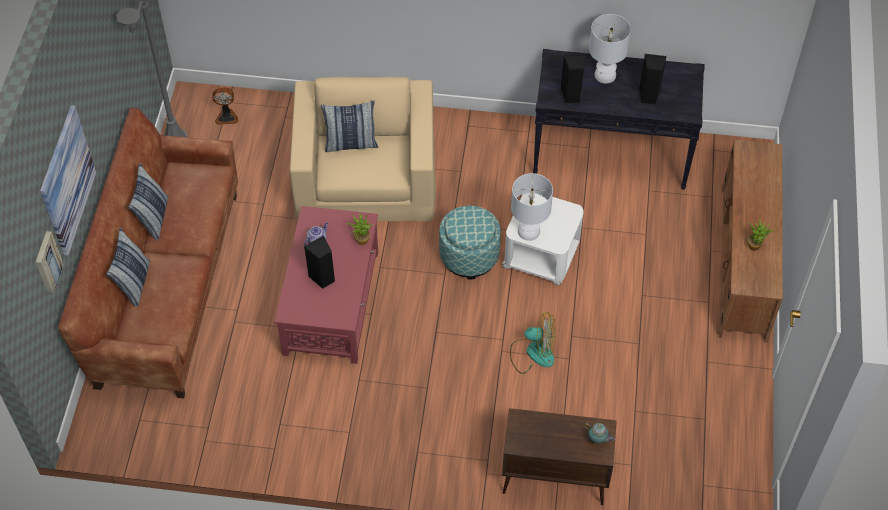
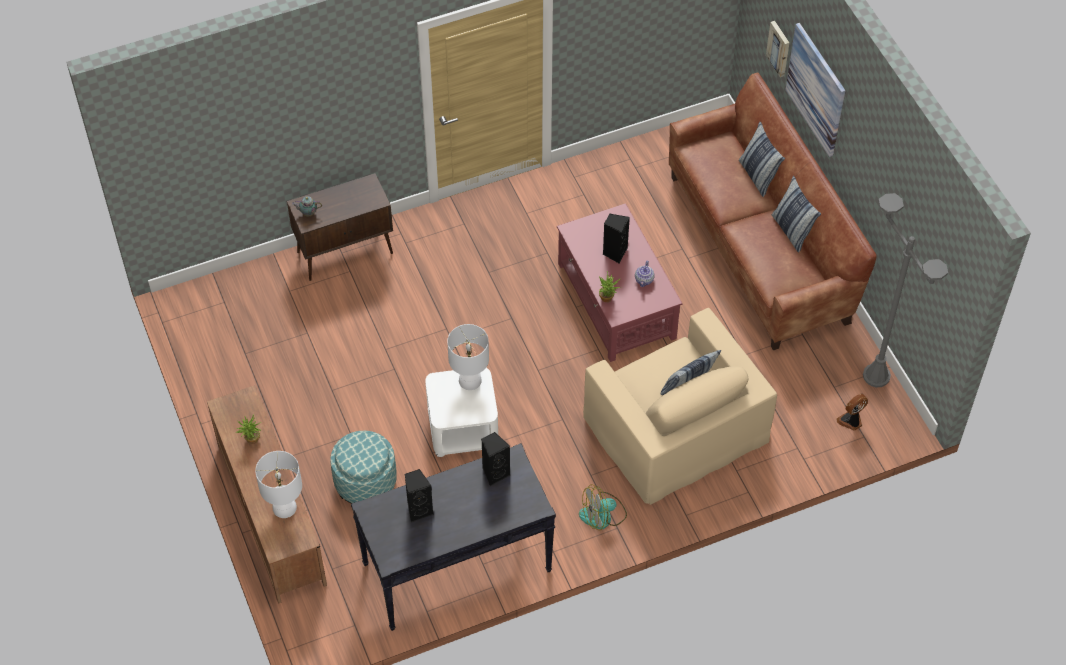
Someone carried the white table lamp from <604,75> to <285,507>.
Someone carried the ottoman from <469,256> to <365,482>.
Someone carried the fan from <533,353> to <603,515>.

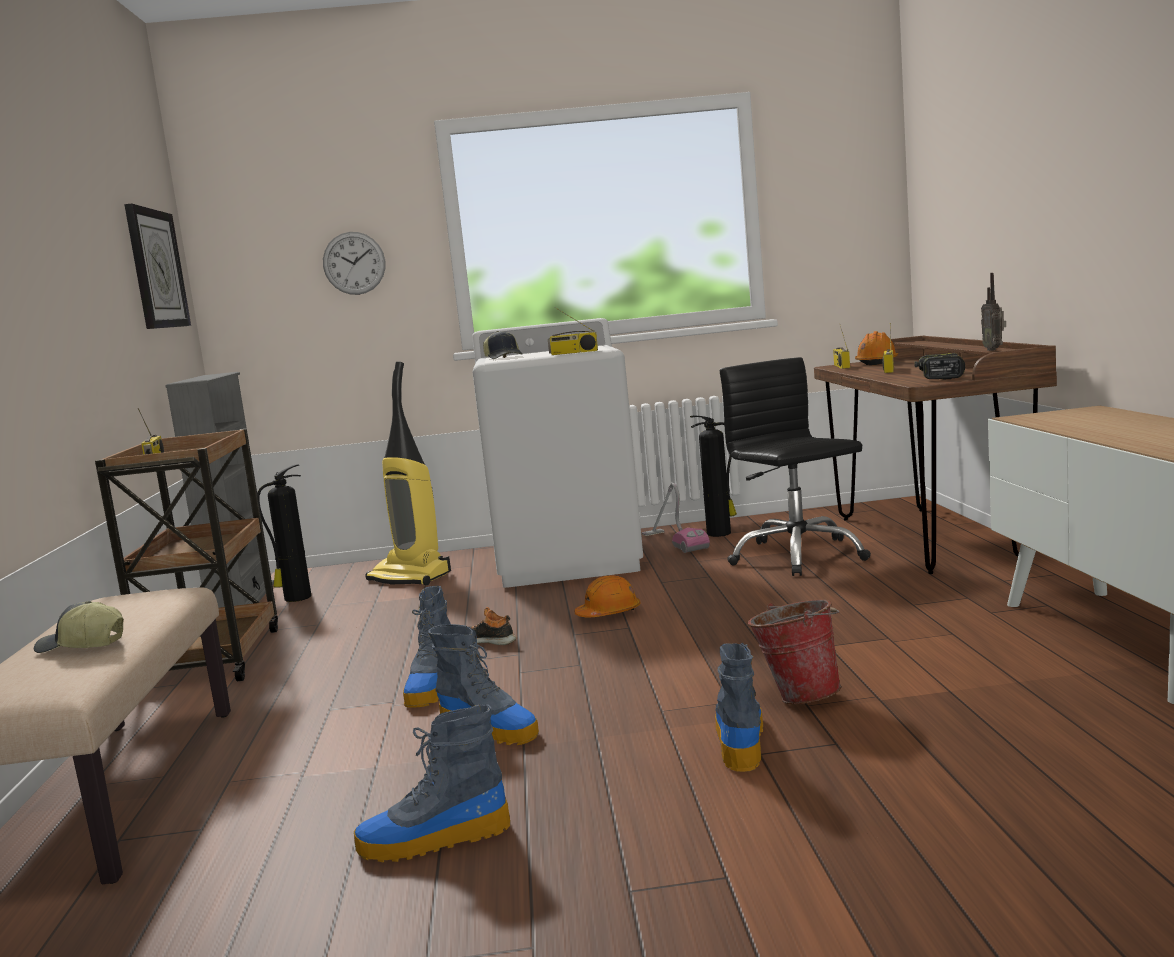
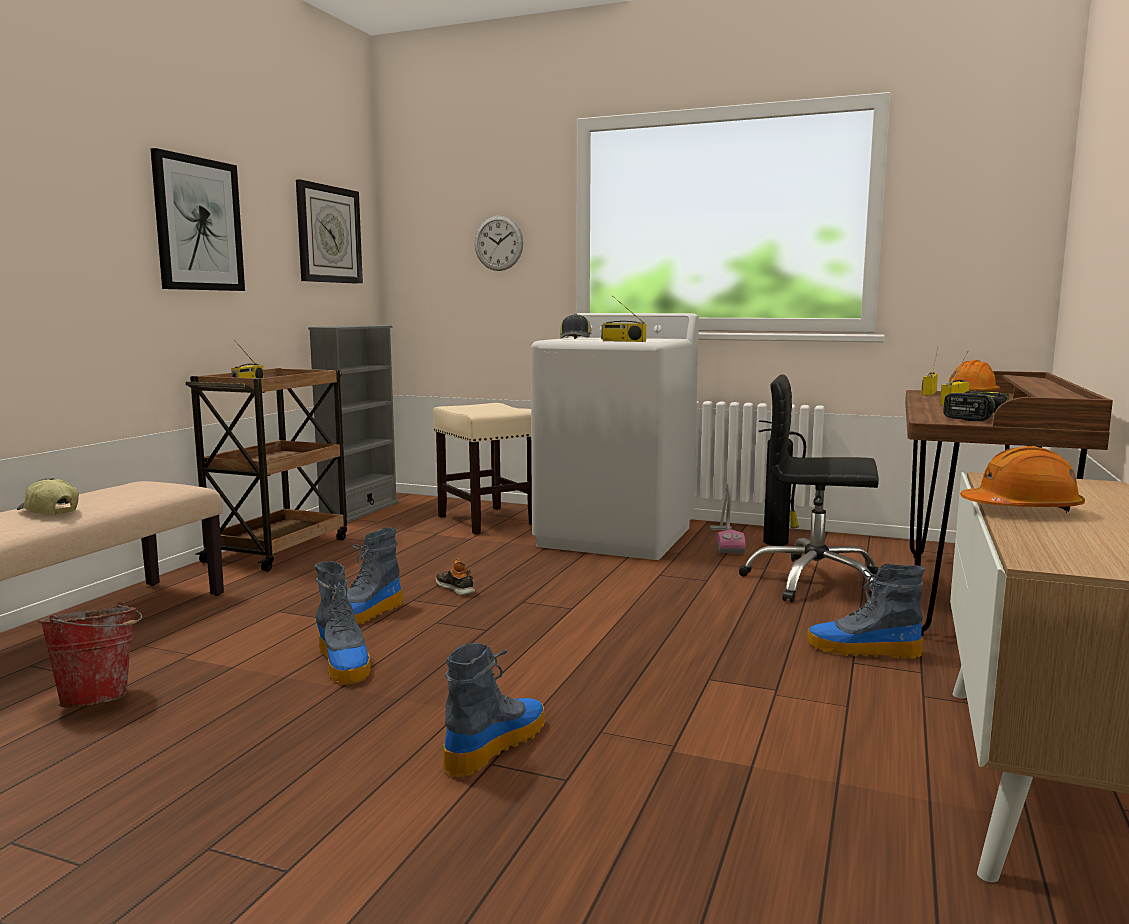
Someone took away the radio at <994,349>.
Someone rotated the black office chair at <797,556> by 75 degrees counterclockwise.
Someone swapped the vacuum cleaner at <411,577> for the beige stool at <487,520>.
Someone took away the fire extinguisher at <296,598>.
Someone carried the orange hard hat from <609,613> to <1021,509>.
Someone carried the bucket from <799,695> to <100,698>.
Someone carried the boot from <433,840> to <862,650>.
Someone put up the picture at <198,224>.

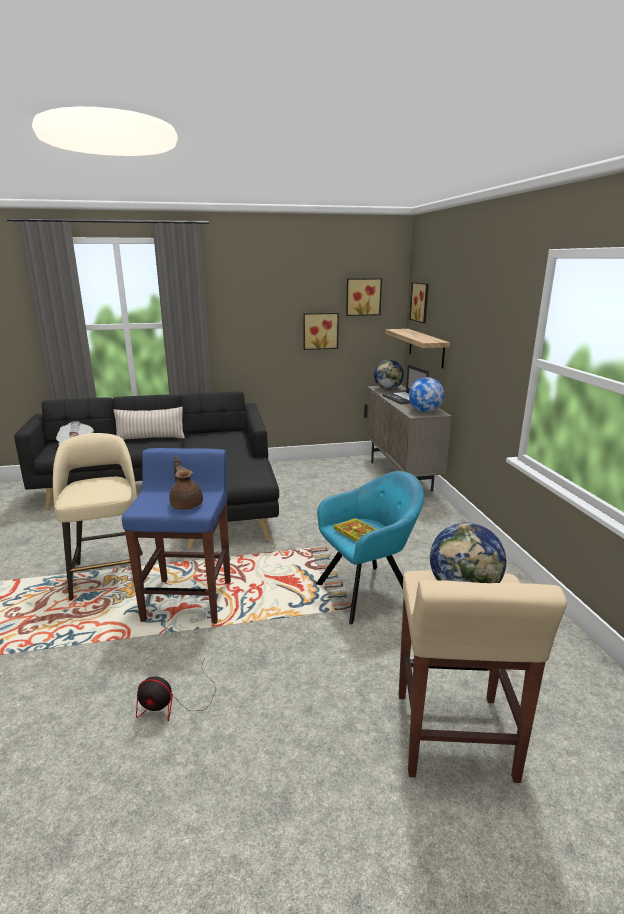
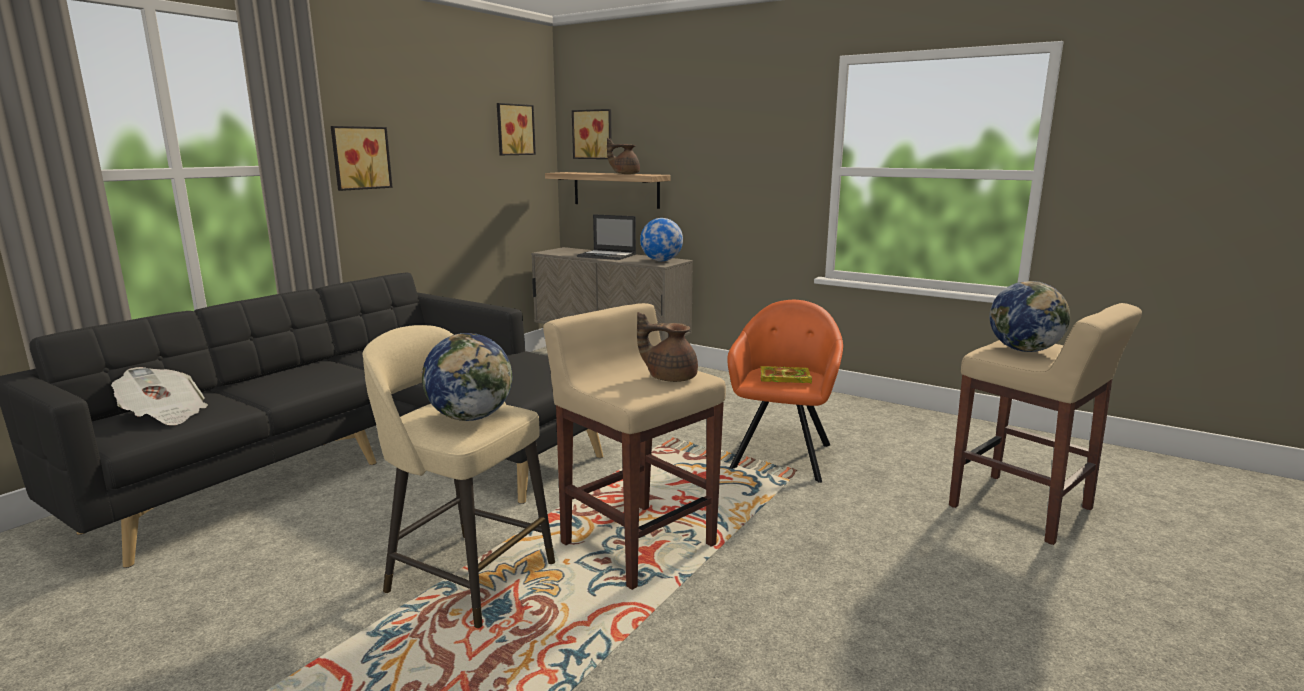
Someone carried the picture from <320,331> to <360,158>.
Someone carried the globe from <388,389> to <471,417>.
Someone took away the beige pillow at <151,438>.
Someone repainted the blue stool at <189,599>, which became the beige stool at <636,543>.
Someone repainted the turquoise armchair at <368,591>, which became the orange armchair at <782,454>.
Someone took away the fan at <174,703>.
Someone put down the brown teapot at <625,174>.

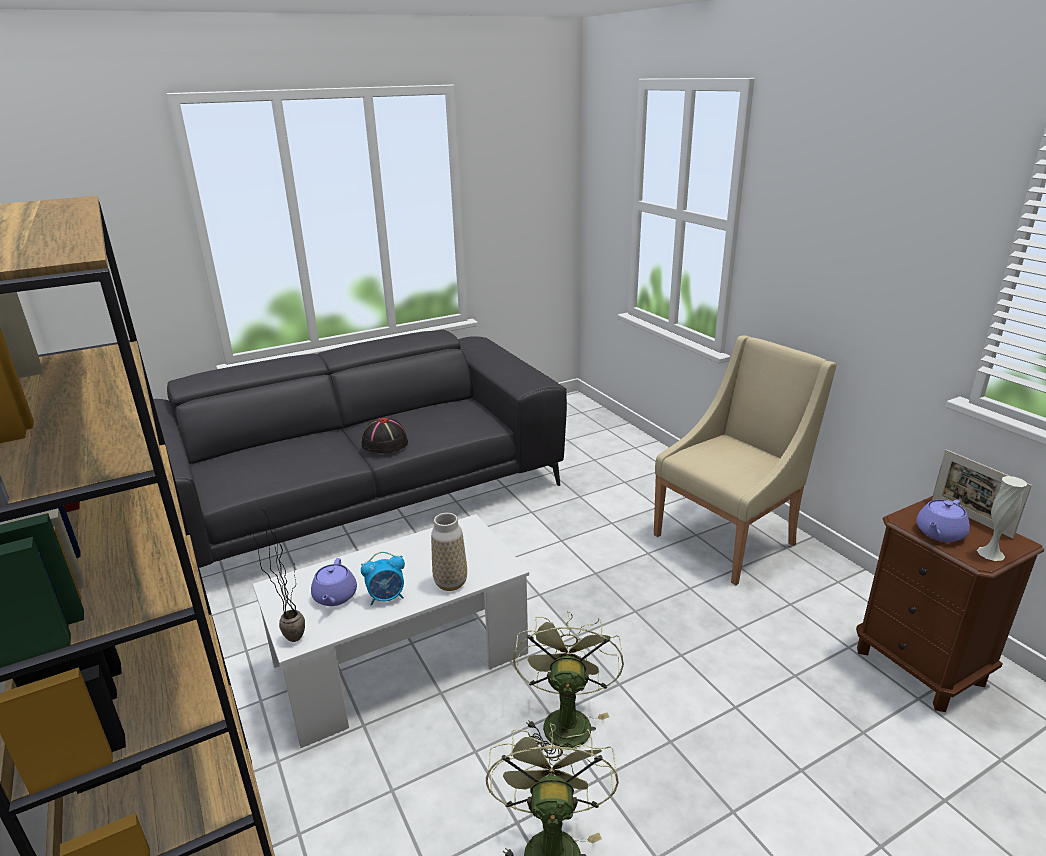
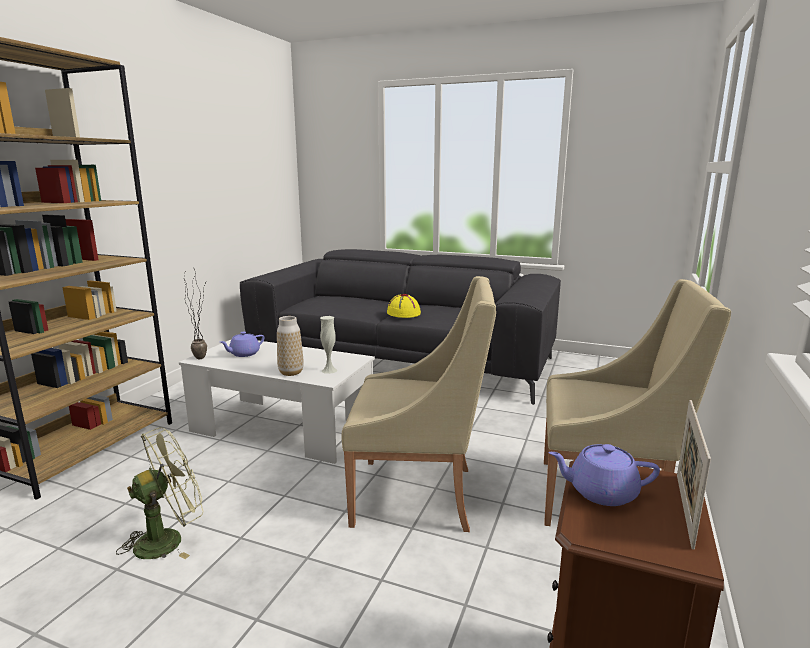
Someone repainted the black hat at <384,443>, which became the yellow hat at <403,313>.
Someone carried the white vase from <990,553> to <329,370>.
Someone took away the alarm clock at <387,597>.
Someone took away the green fan at <565,719>.
Someone put down the beige armchair at <419,494>.

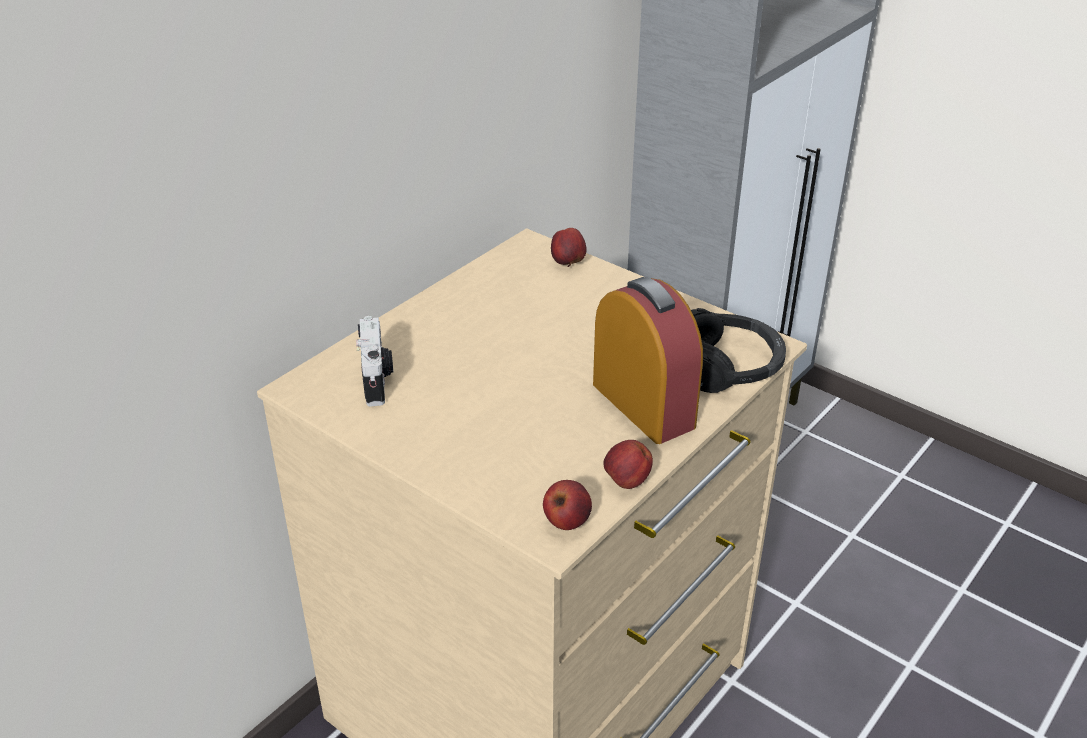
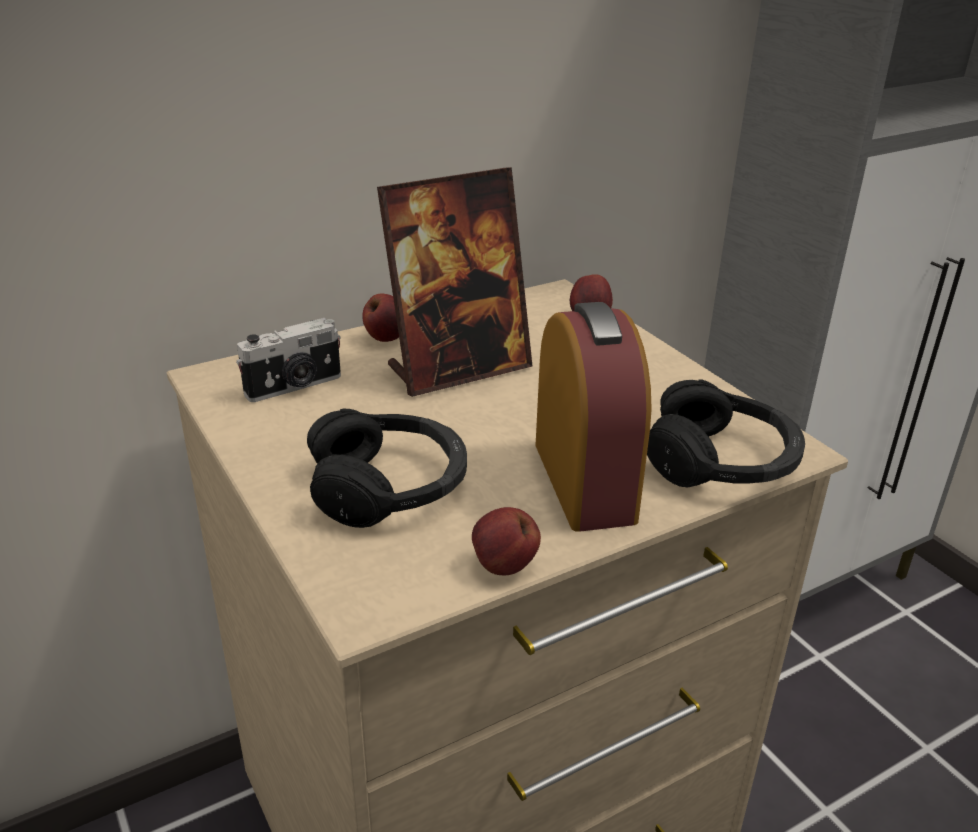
Someone rotated the photo camera at <377,380> by 45 degrees clockwise.
Someone carried the apple from <566,522> to <386,338>.
Someone put down the picture frame at <458,368>.
Someone put down the black headphones at <389,487>.

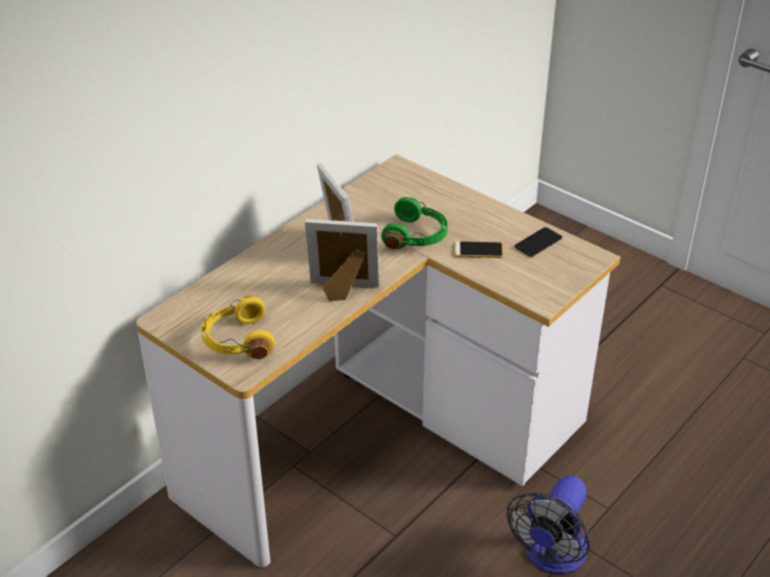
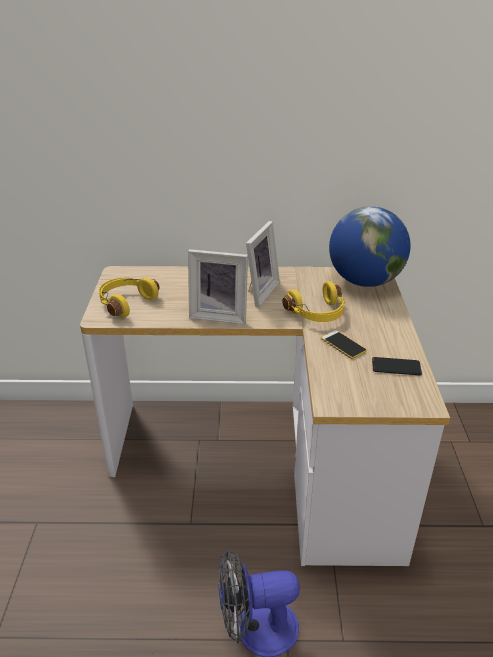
Someone repainted the green headphones at <416,236>, which became the yellow headphones at <318,314>.
Someone rotated the picture frame at <343,292> by 135 degrees clockwise.
Someone put down the globe at <364,281>.

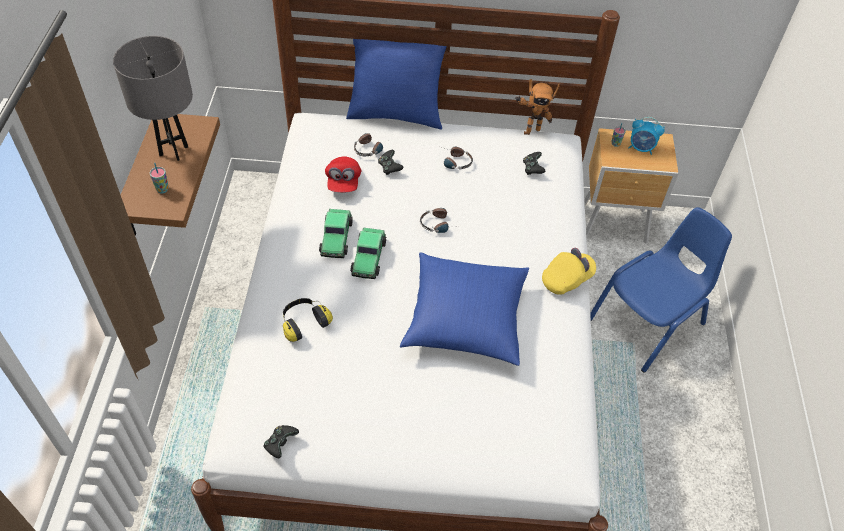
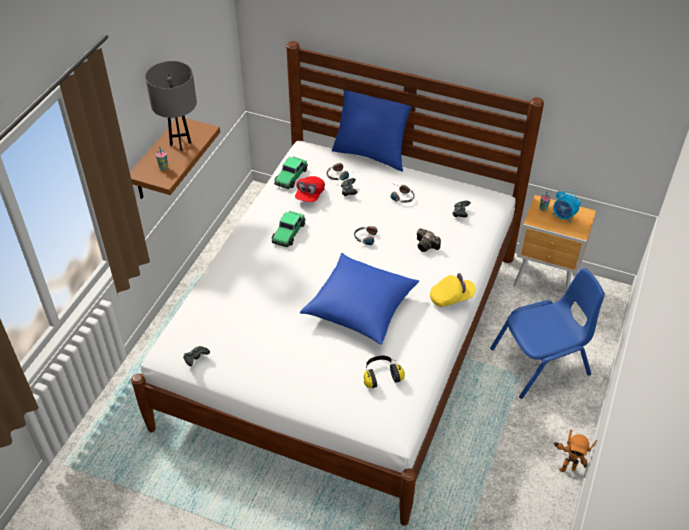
Someone carried the toy robot from <530,130> to <566,467>.
Someone carried the toy car from <368,257> to <291,176>.
Someone carried the headphones from <304,323> to <381,375>.
Someone put down the photo camera at <427,246>.

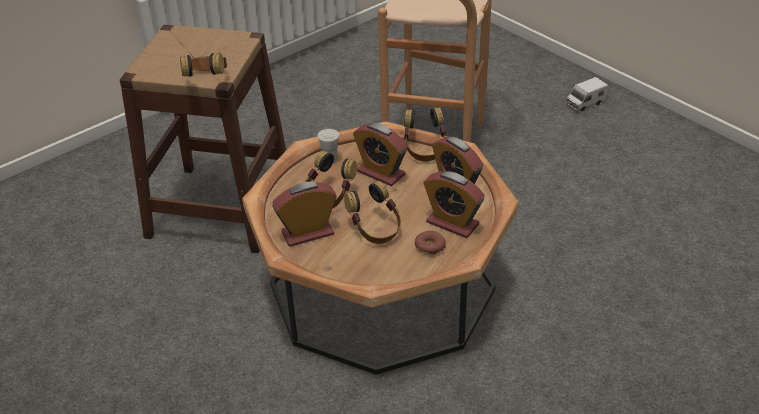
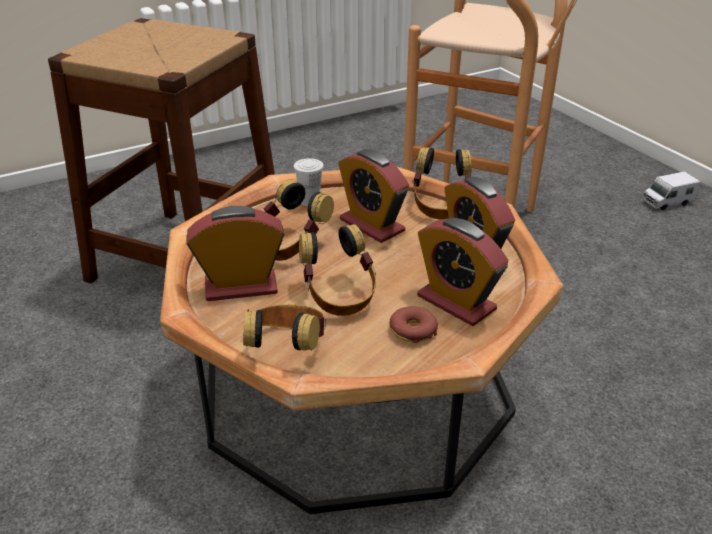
Someone carried the headphones from <206,81> to <287,350>.

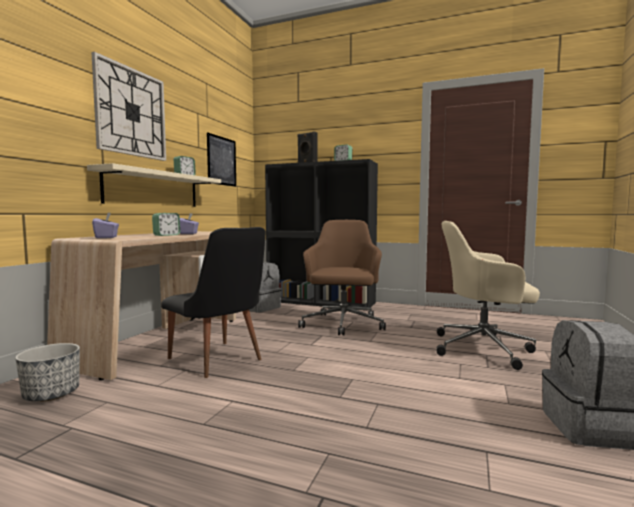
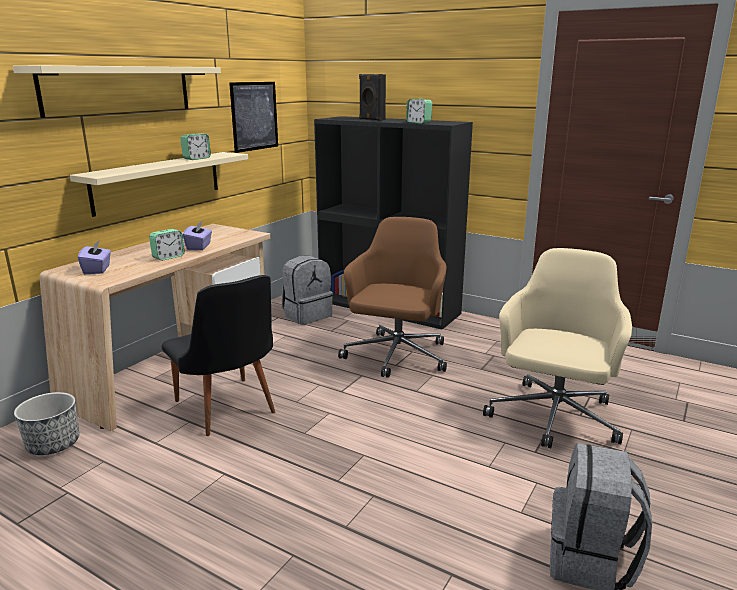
Someone swapped the wall clock at <131,112> for the beige shelf at <119,89>.
Someone rotated the beige office chair at <484,348> by 90 degrees clockwise.

